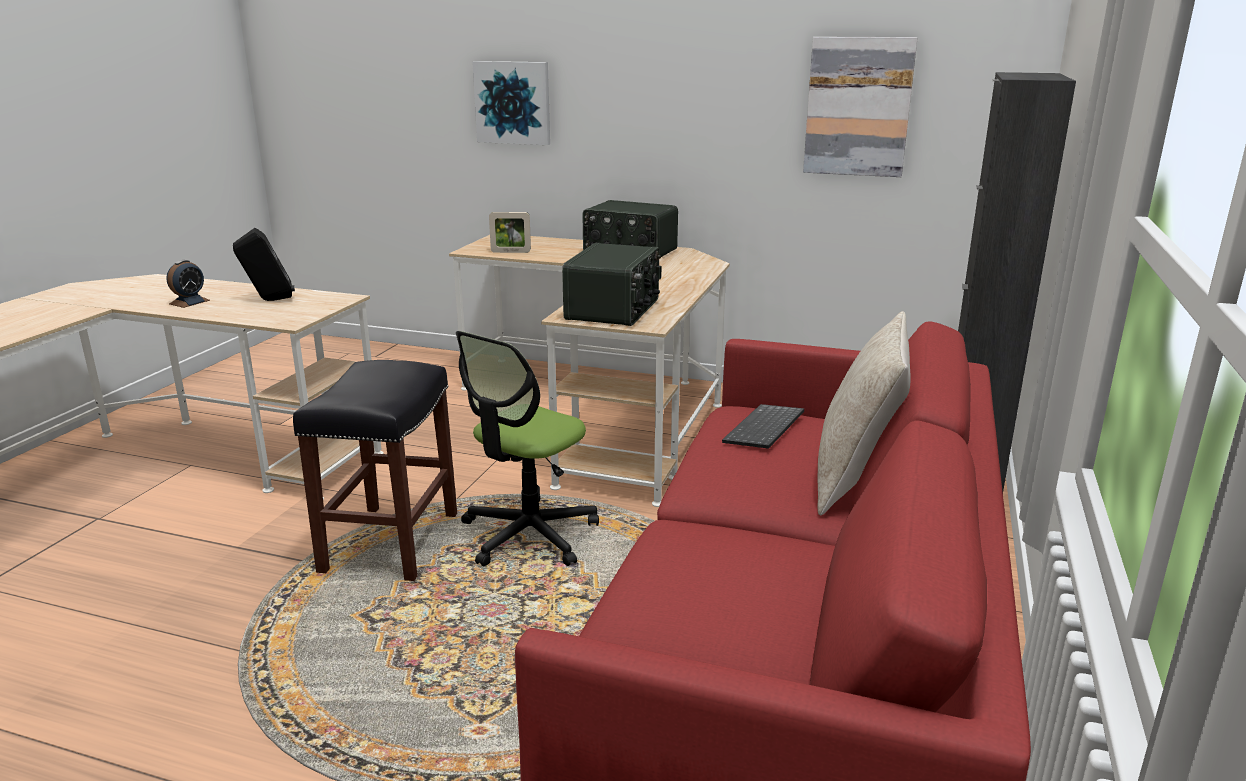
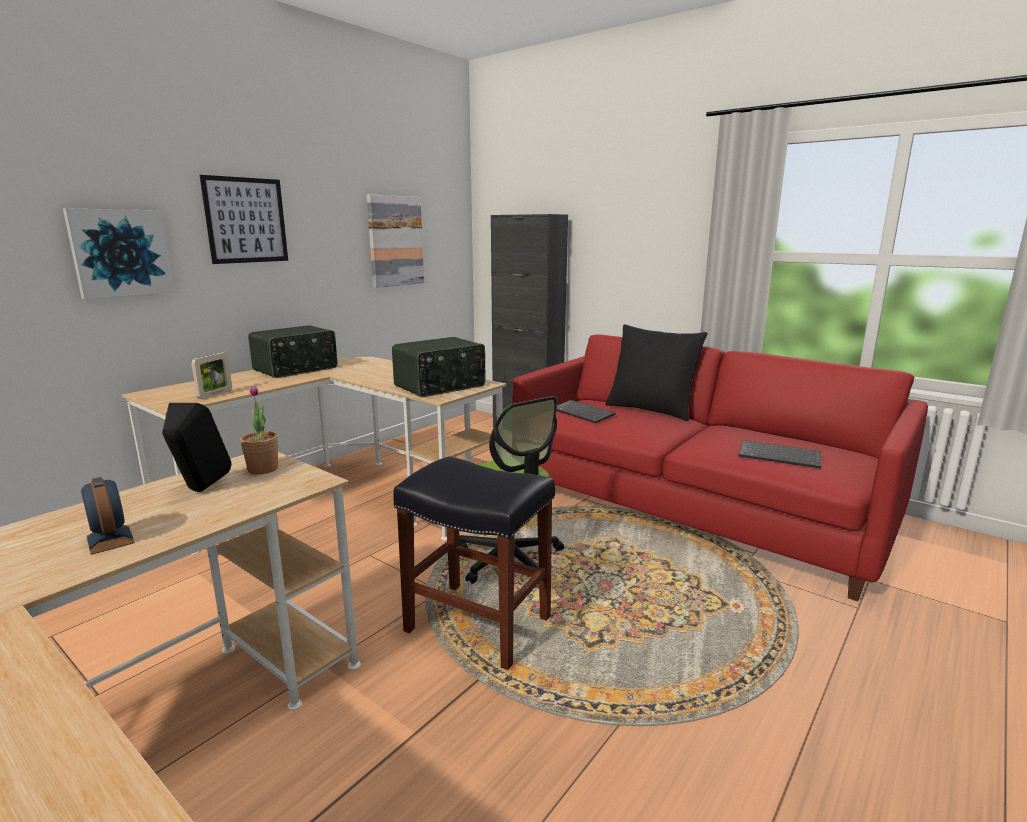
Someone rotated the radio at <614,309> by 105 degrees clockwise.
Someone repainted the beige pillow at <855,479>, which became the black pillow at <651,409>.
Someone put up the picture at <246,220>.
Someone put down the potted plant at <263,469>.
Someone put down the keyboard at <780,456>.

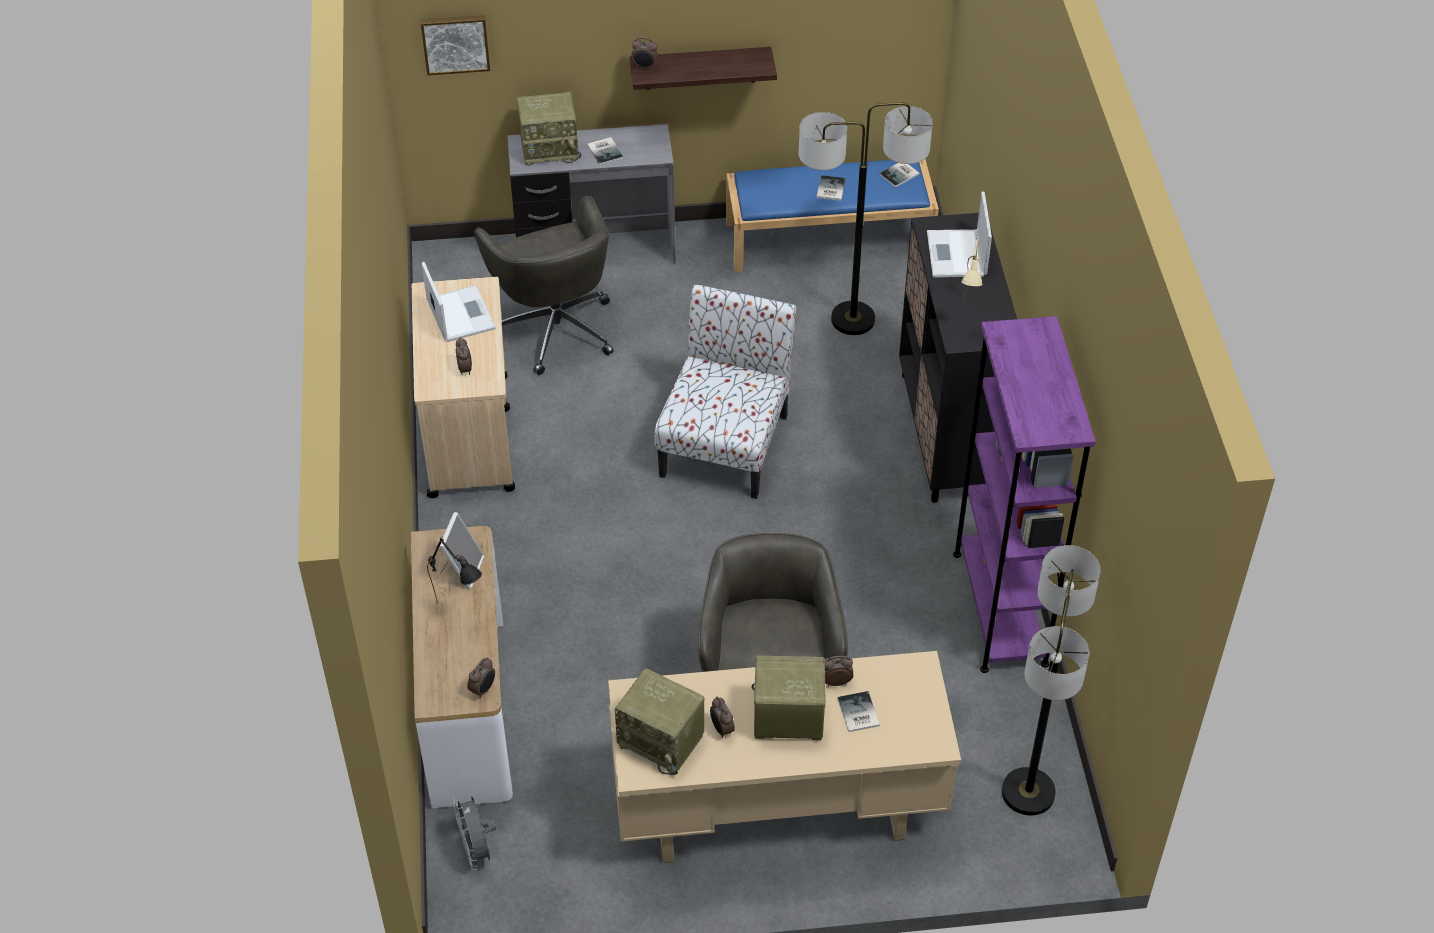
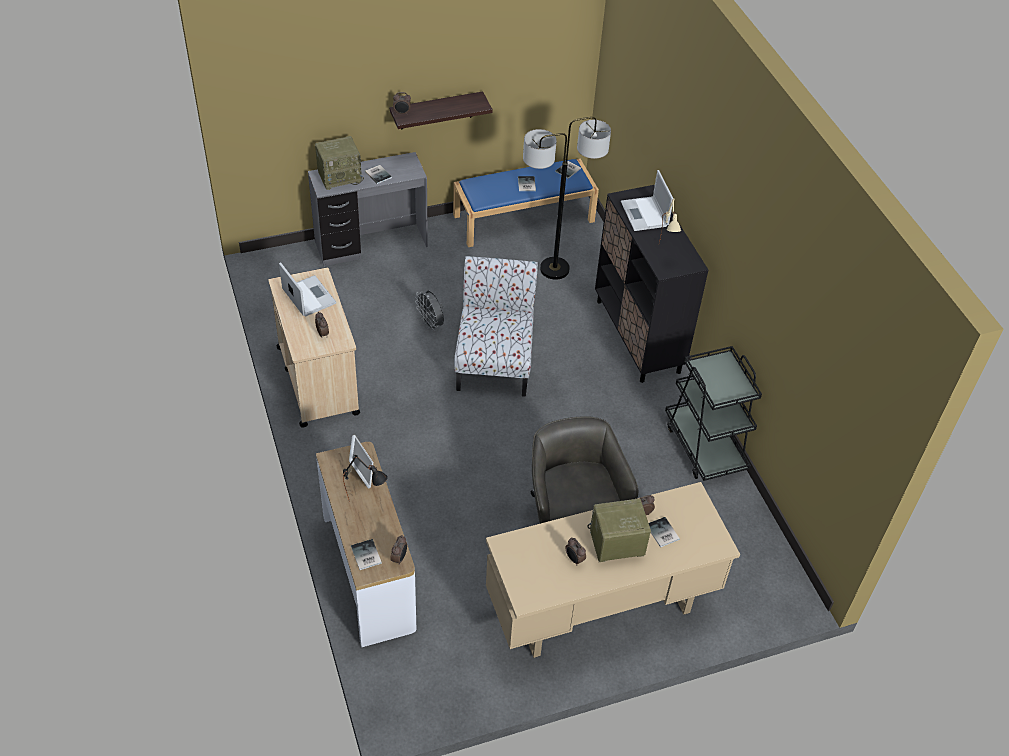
Someone took away the picture at <455,43>.
Someone took away the grey office chair at <555,327>.
Someone swapped the purple bookcase at <1000,608> for the black cart at <705,446>.
Someone took away the floor lamp at <1028,792>.
Someone took away the radio at <662,740>.
Someone carried the grey fan from <477,850> to <431,324>.
Someone put down the book at <365,556>.

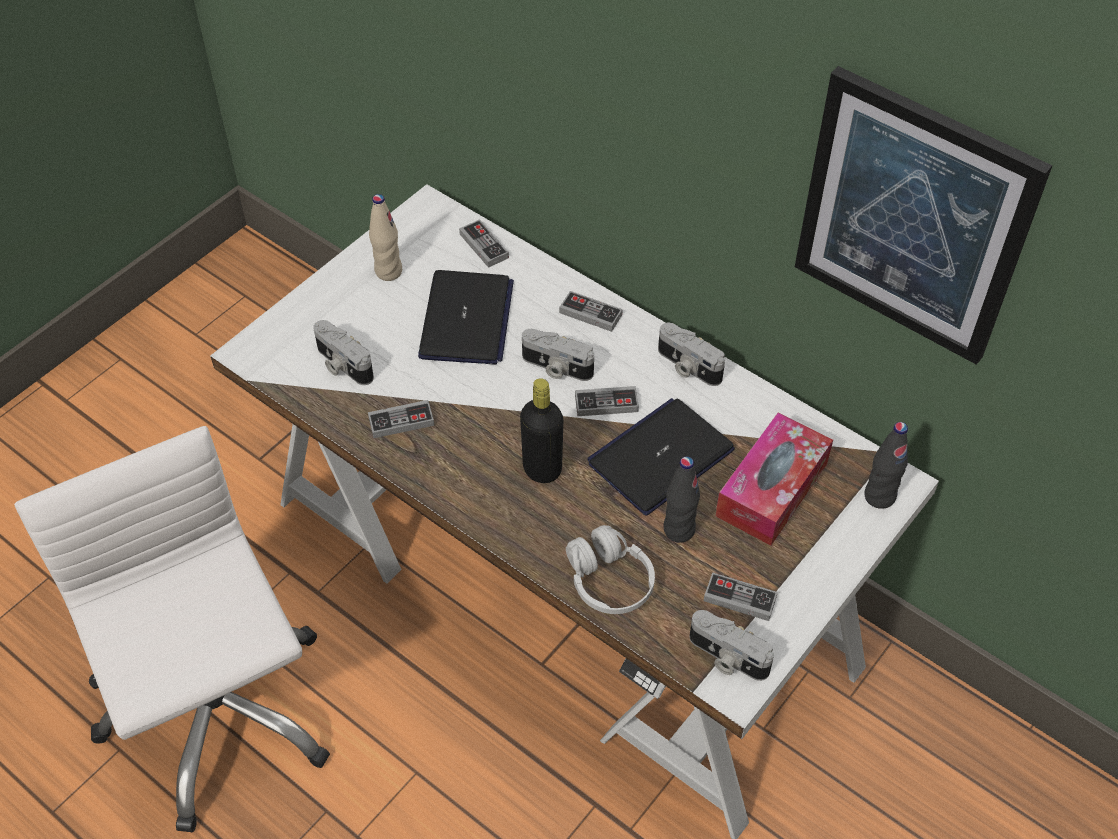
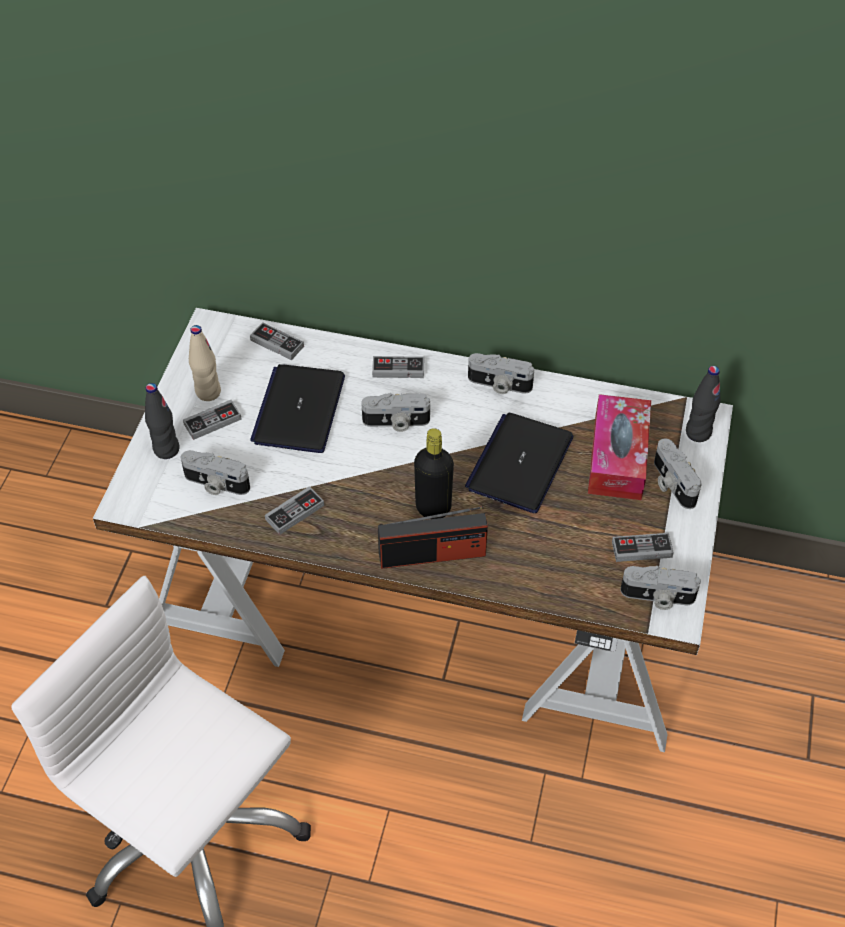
Someone took away the picture at <913,218>.
Someone rotated the laptop at <466,320> by 150 degrees counterclockwise.
Someone carried the game controller from <606,403> to <212,422>.
Someone carried the black bottle from <679,530> to <166,449>.
Someone took away the white headphones at <609,581>.
Someone put down the photo camera at <671,483>.
Someone put down the radio at <432,554>.

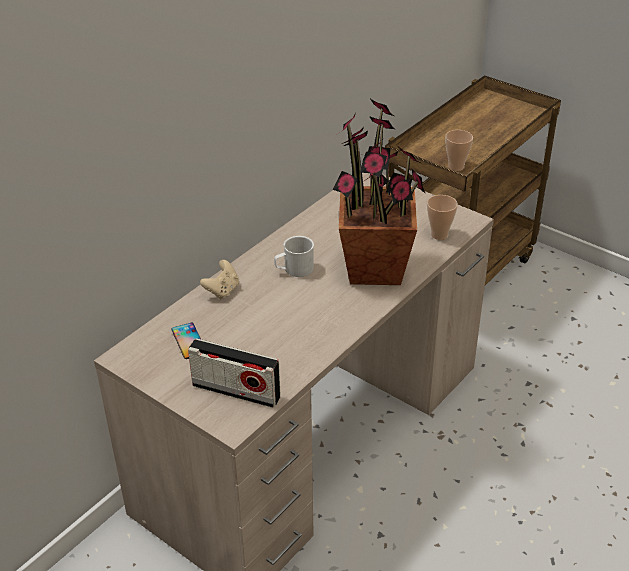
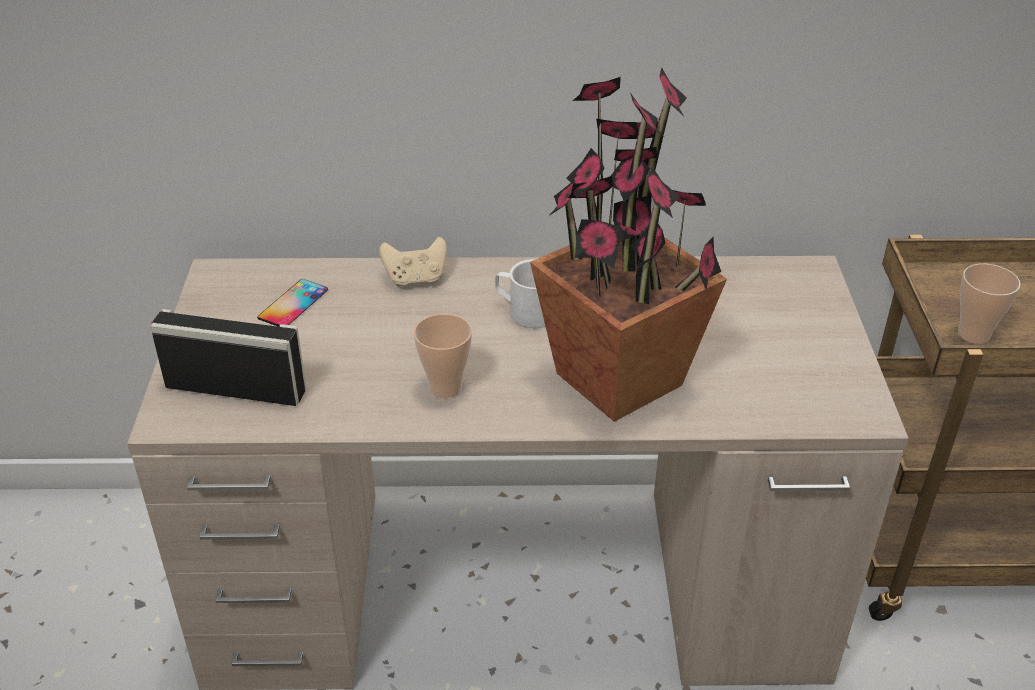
Someone carried the cup from <439,235> to <445,388>.
Someone rotated the radio at <236,391> by 120 degrees clockwise.

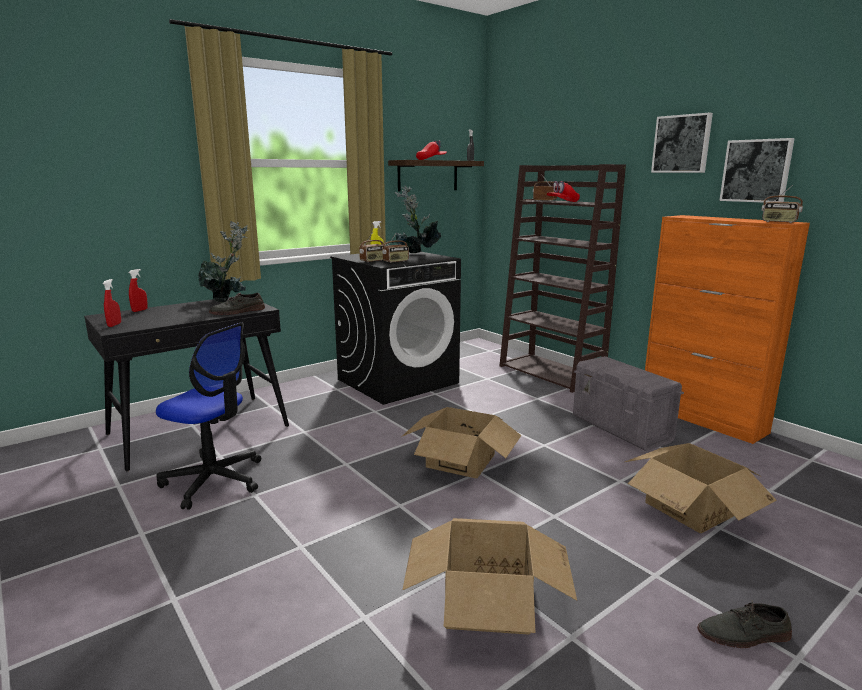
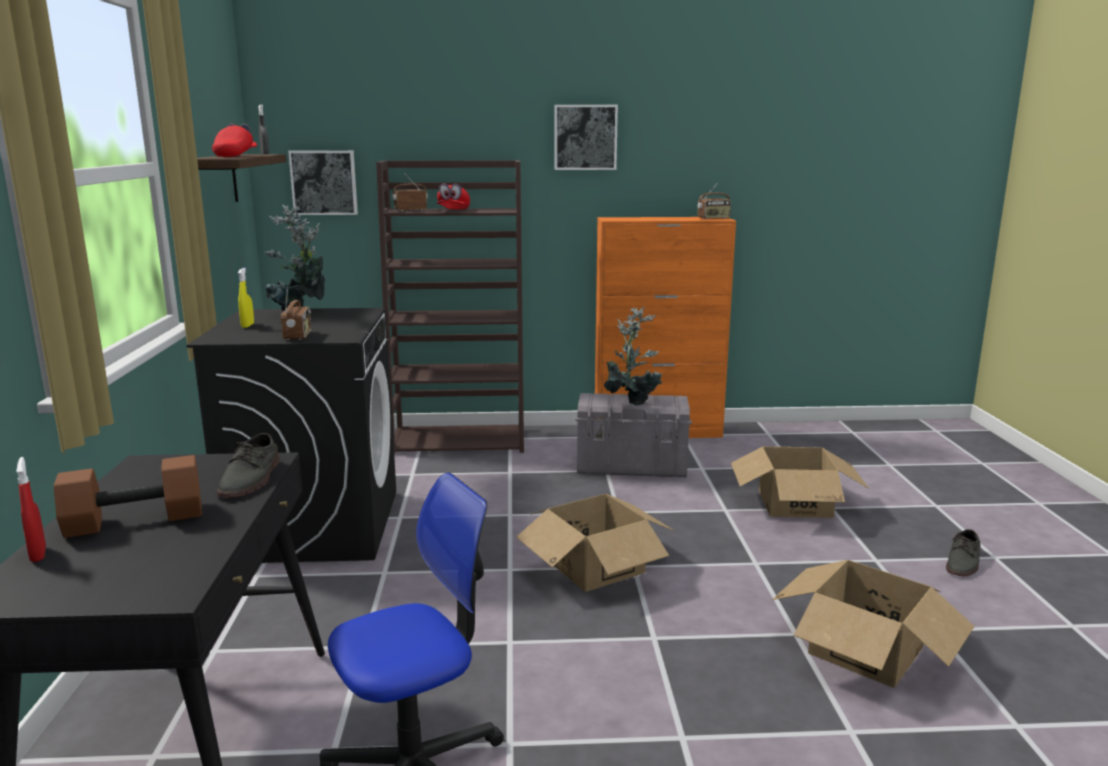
Someone carried the picture from <756,171> to <324,182>.
Someone carried the potted plant from <227,300> to <632,402>.
Someone took away the radio at <396,261>.
Someone took away the red spray bottle at <114,325>.
Someone put down the brown dumbbell at <133,521>.

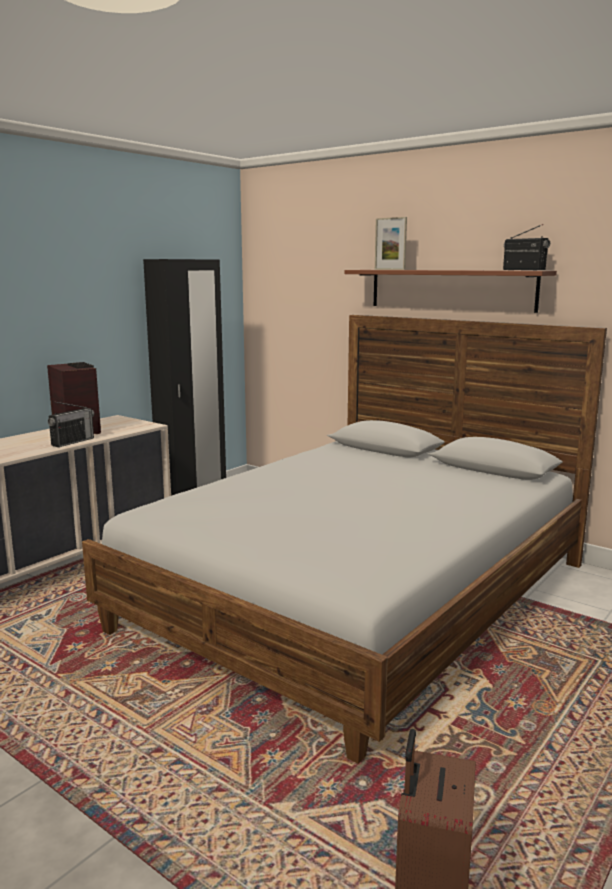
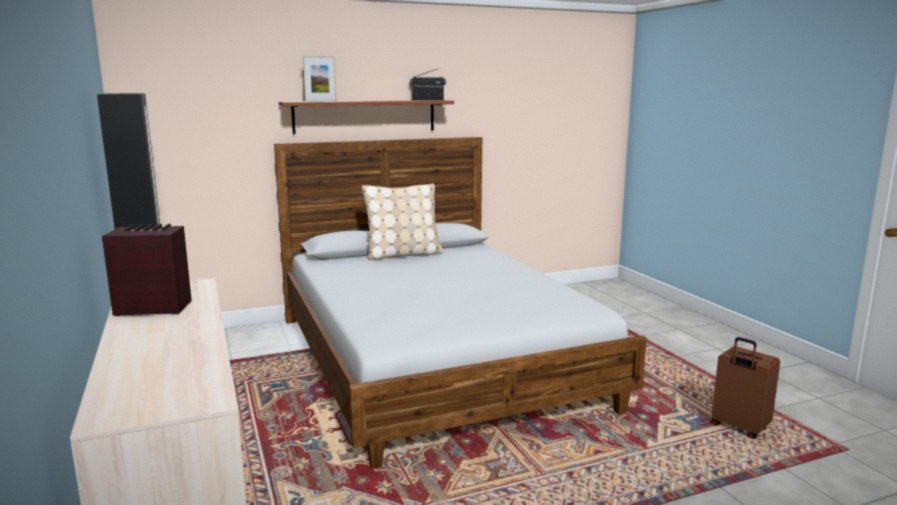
Someone took away the radio at <72,442>.
Someone put down the beige pillow at <403,254>.

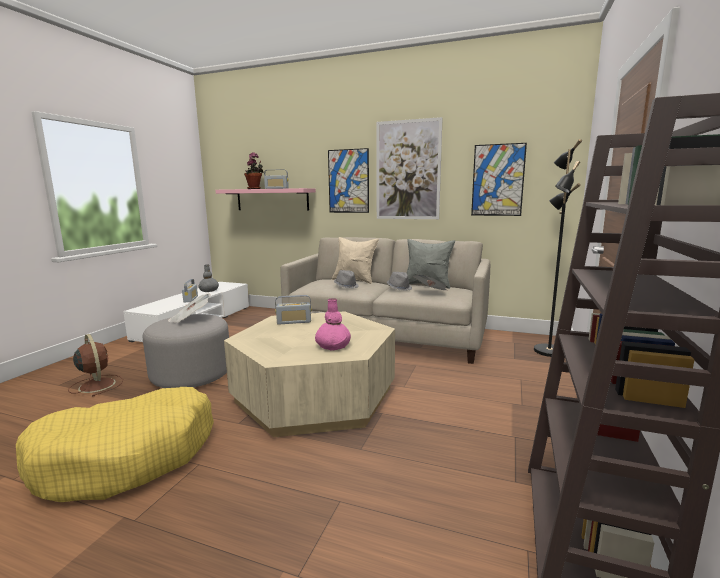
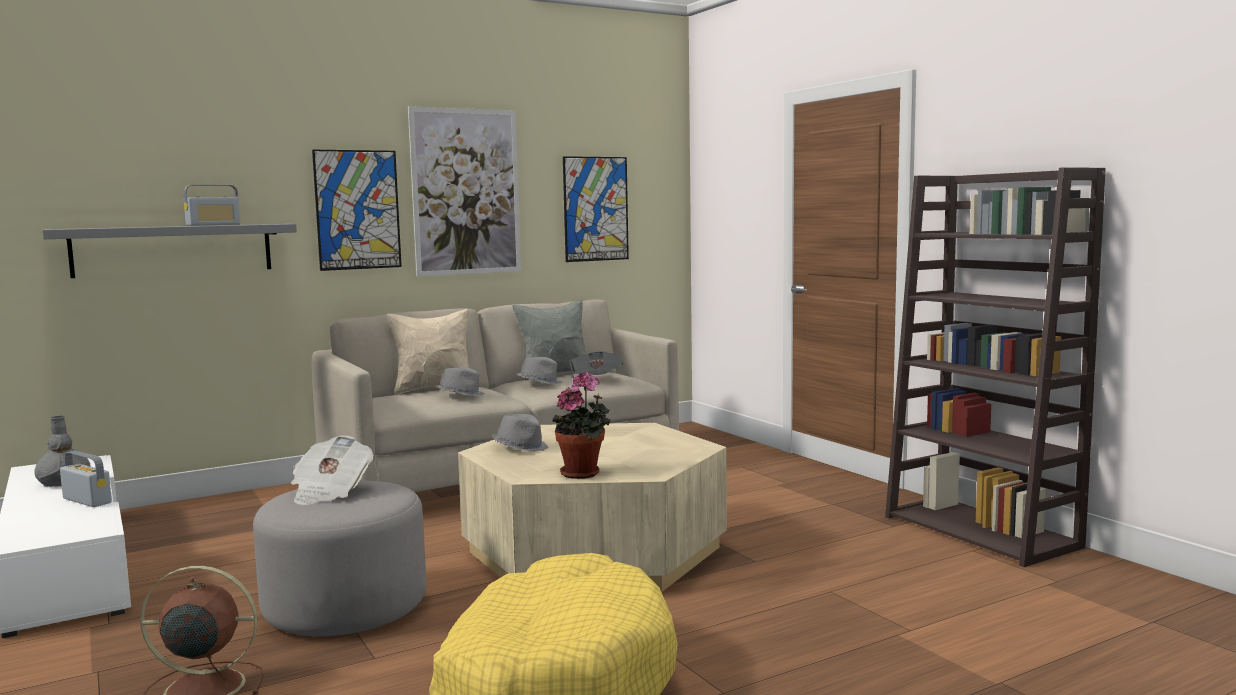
Someone took away the black floor lamp at <547,351>.
Someone carried the potted plant from <255,189> to <583,473>.
Someone repainted the pink shelf at <272,199>, which became the grey shelf at <173,250>.
Someone swapped the radio at <294,322> for the grey hat at <520,448>.
Someone took away the pink vase at <333,345>.

